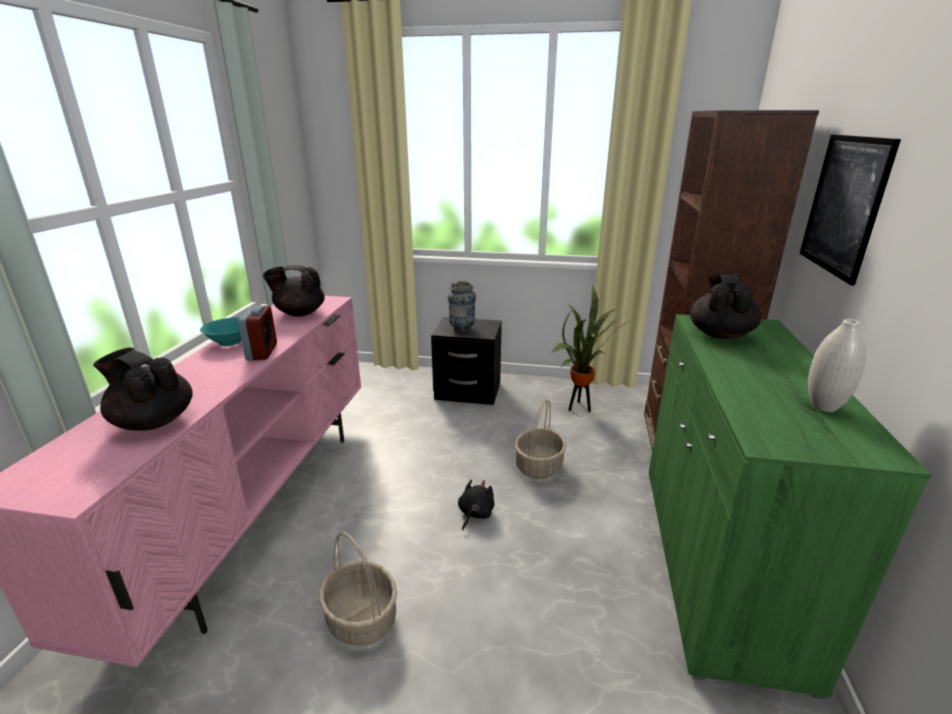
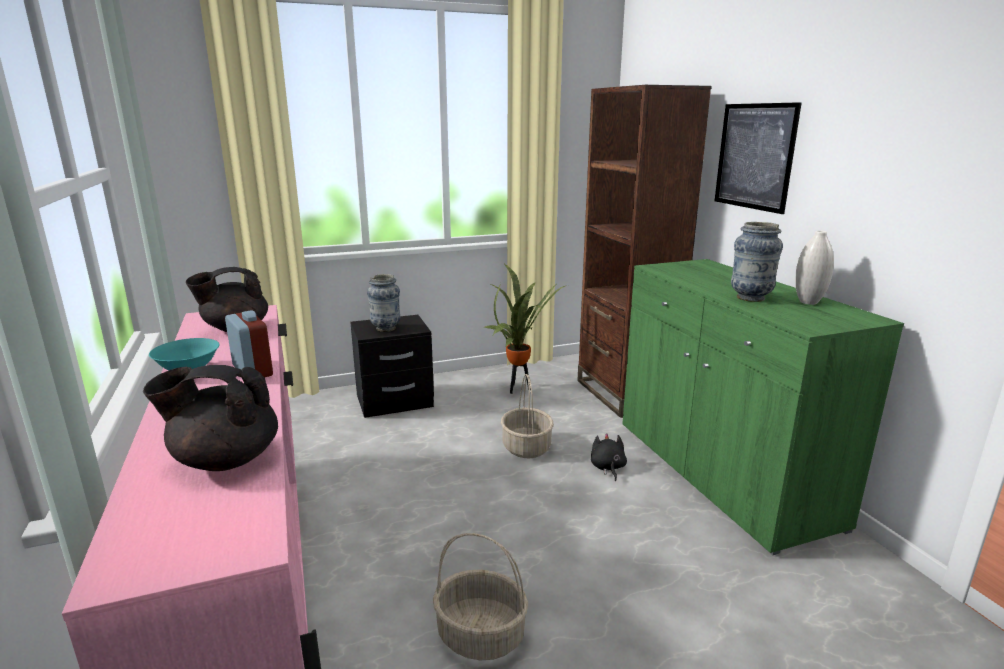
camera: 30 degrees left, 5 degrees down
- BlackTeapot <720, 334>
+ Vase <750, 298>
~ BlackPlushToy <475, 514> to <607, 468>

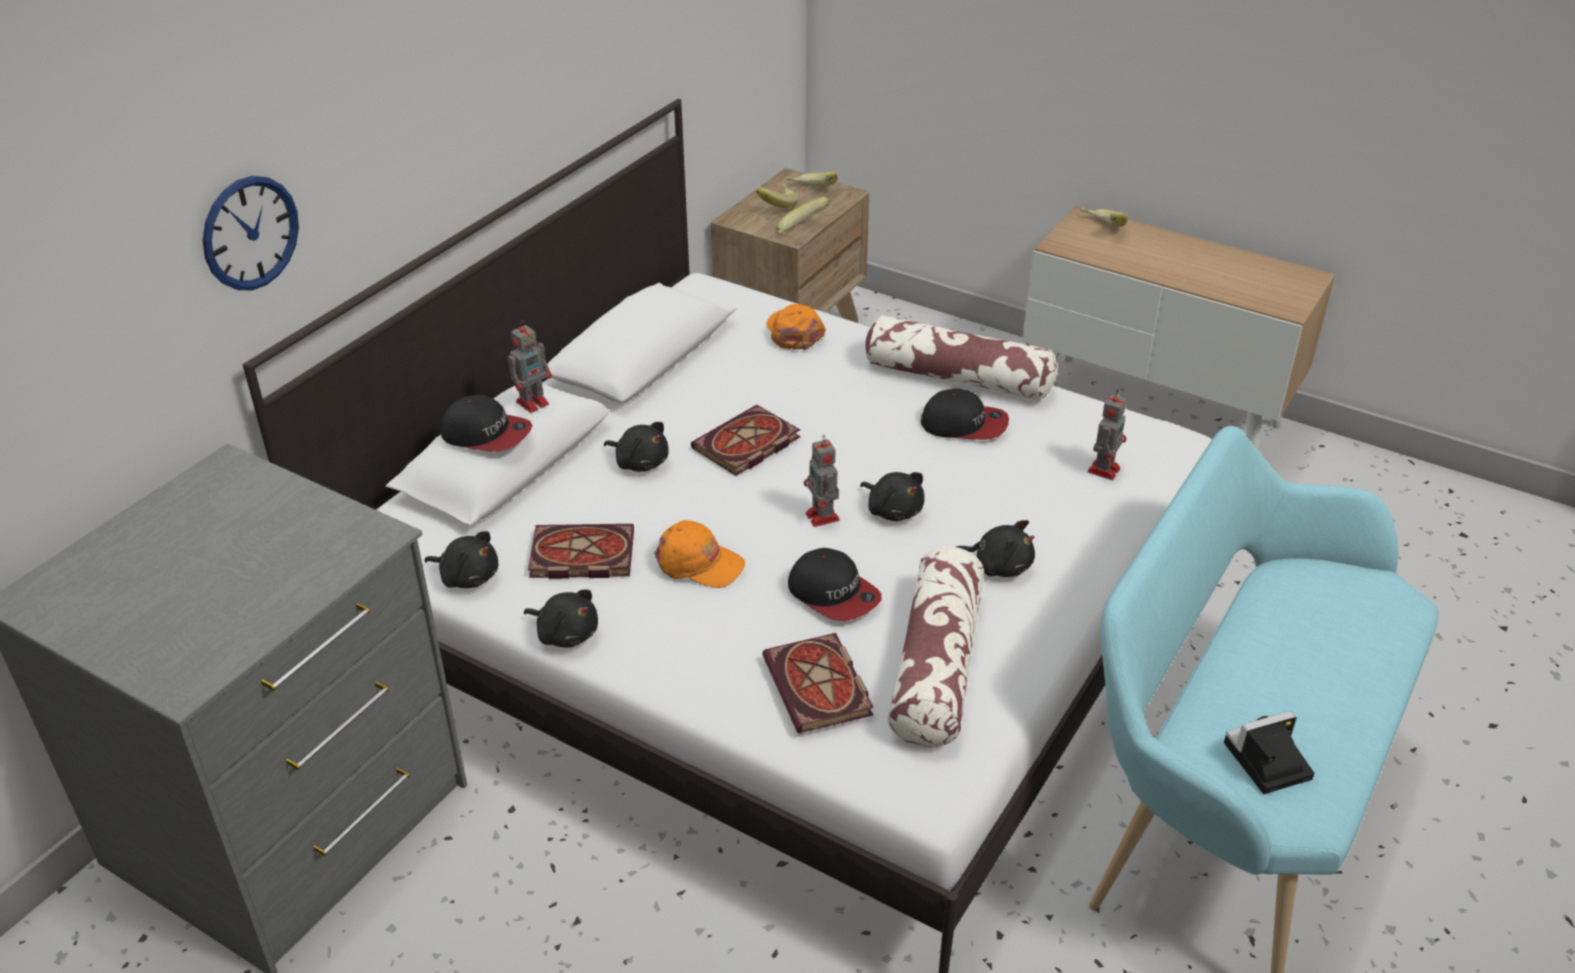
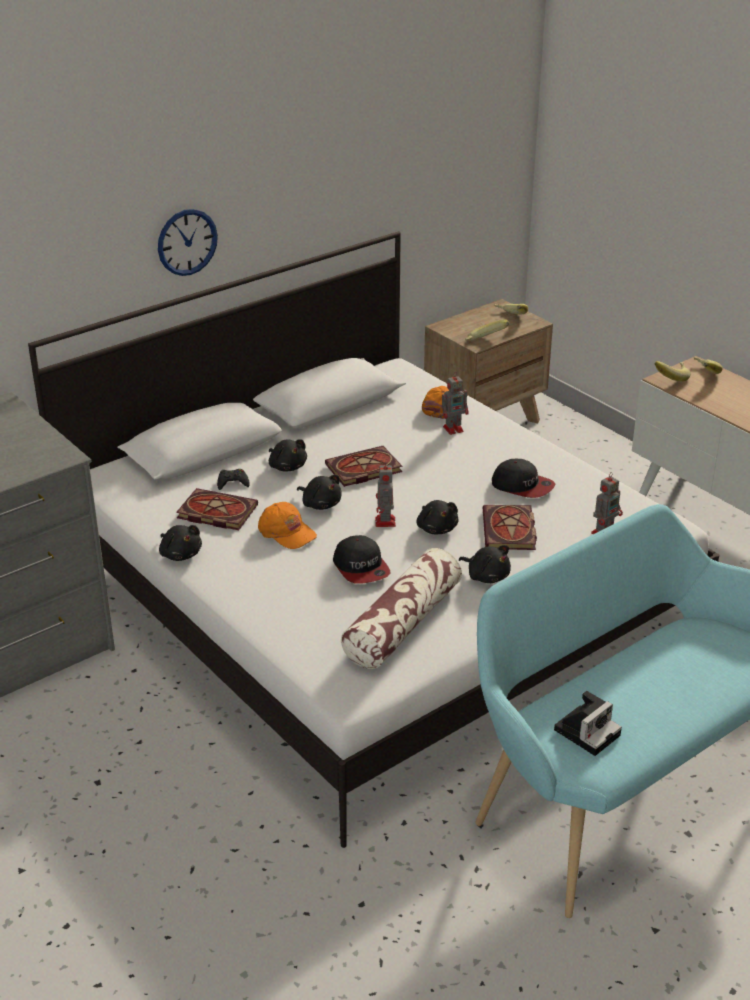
camera: 20 degrees right, 5 degrees down
- Cap <487, 434>
- Pillow <957, 378>
+ BlackGameController <233, 482>
~ WallClock <250, 233> to <187, 242>
~ BlackPlushToy <467, 576> to <320, 504>
~ ToyRobot <533, 402> to <454, 429>
~ Banana <775, 206> to <670, 378>
~ Book <820, 688> to <510, 531>
~ PhotoCamera <1265, 762> = <587, 731> 135 degrees clockwise

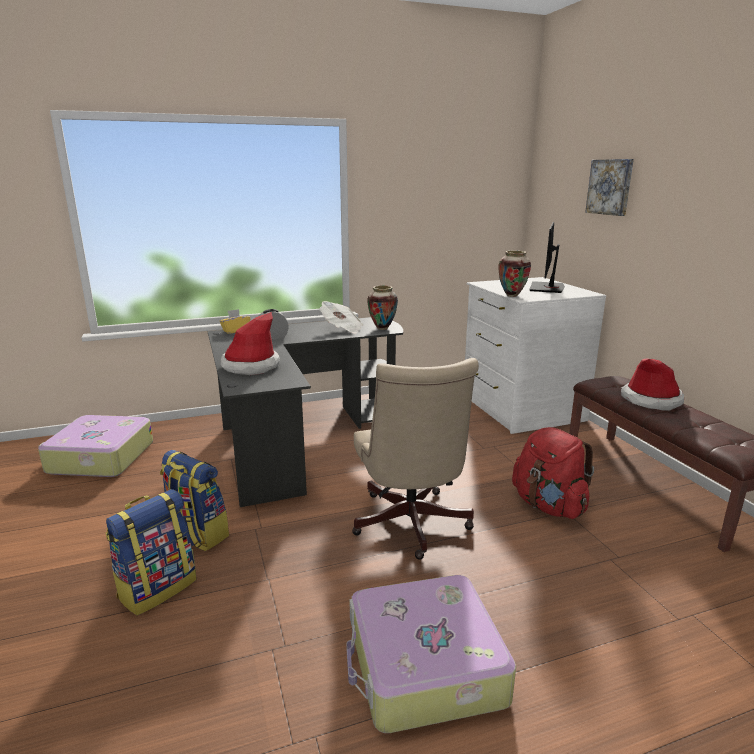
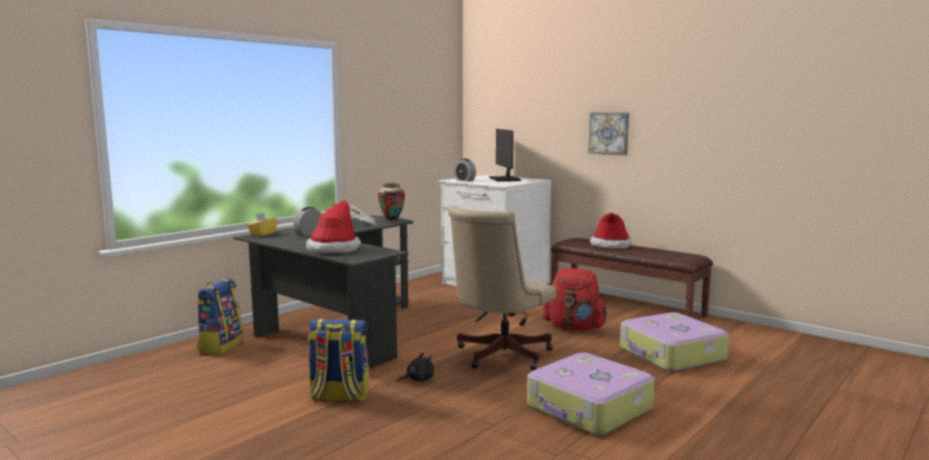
camera: 30 degrees left, 10 degrees down
- Vase <512, 295>
+ BlackPlushToy <418, 380>
+ AlarmClock <464, 180>
~ Suitcase <100, 458> to <671, 354>
~ Backpack <157, 588> to <220, 346>
~ Picture <610, 187> to <609, 133>
~ BeigeOfficeChair <410, 526> = <499, 356> 75 degrees clockwise

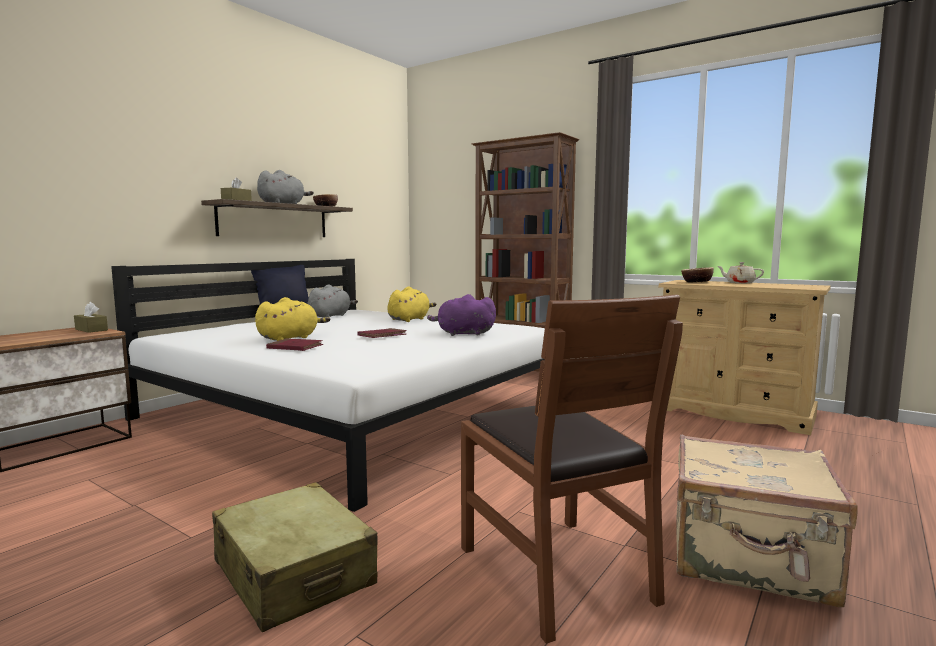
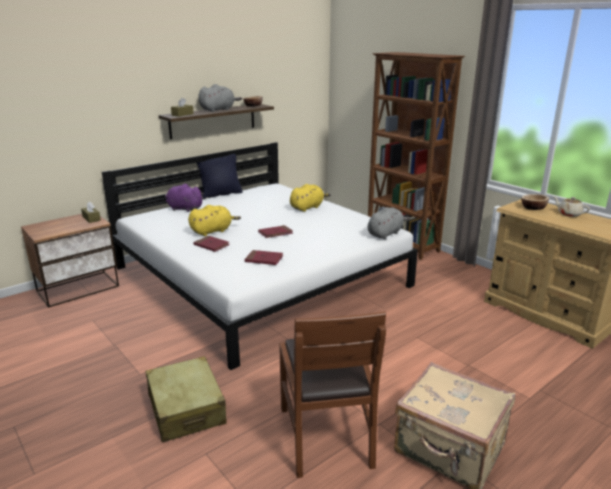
camera: 15 degrees right, 15 degrees up
+ RedBook <264, 259>
~ GreyPlushToy <330, 316> to <385, 234>
~ PurplePlushToy <463, 334> to <183, 209>

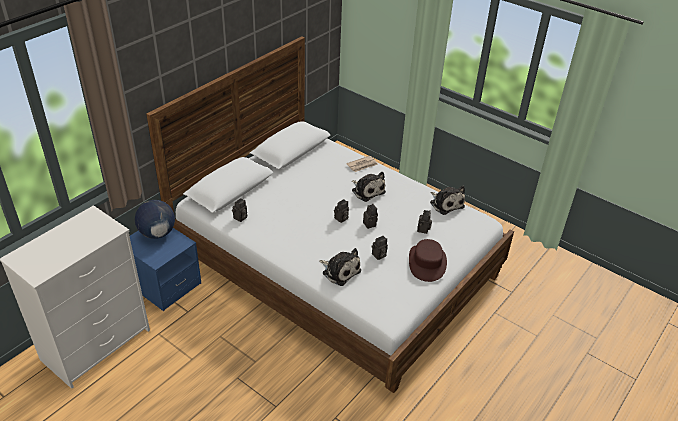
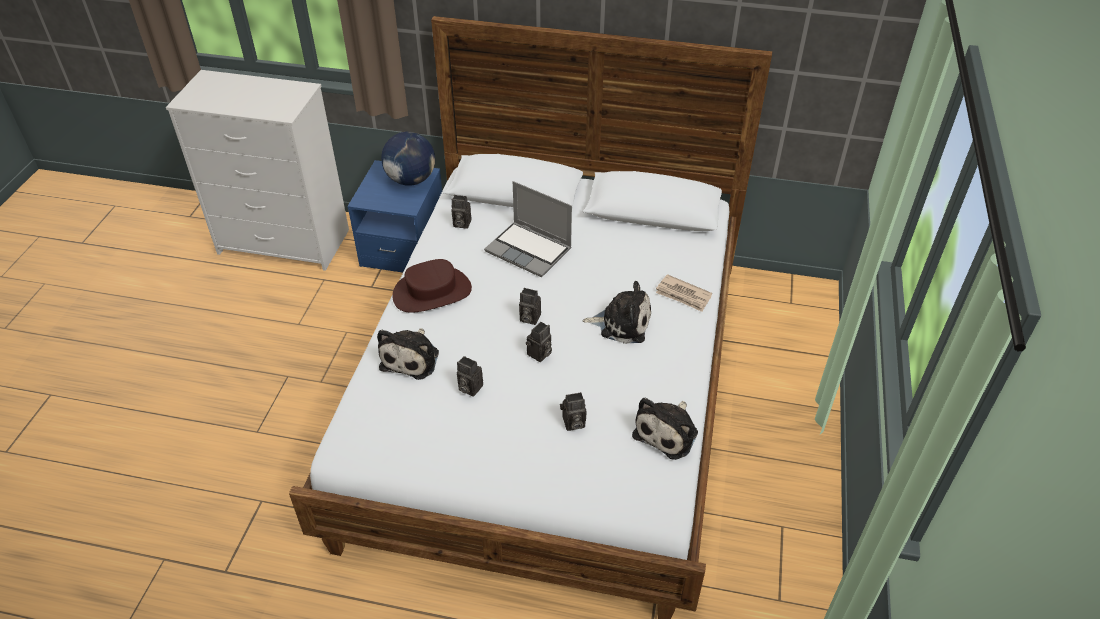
camera: 65 degrees right, 5 degrees up
+ Laptop <530, 250>
~ BrownHat <427, 263> to <432, 292>
~ PlushToy <367, 190> = <622, 323> 105 degrees counterclockwise

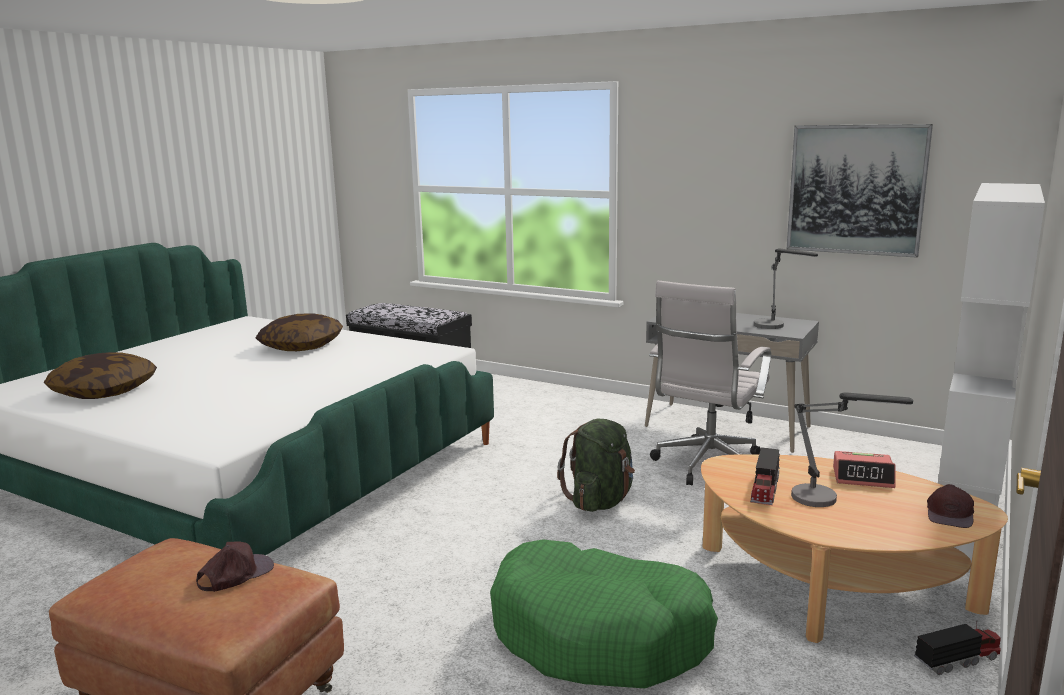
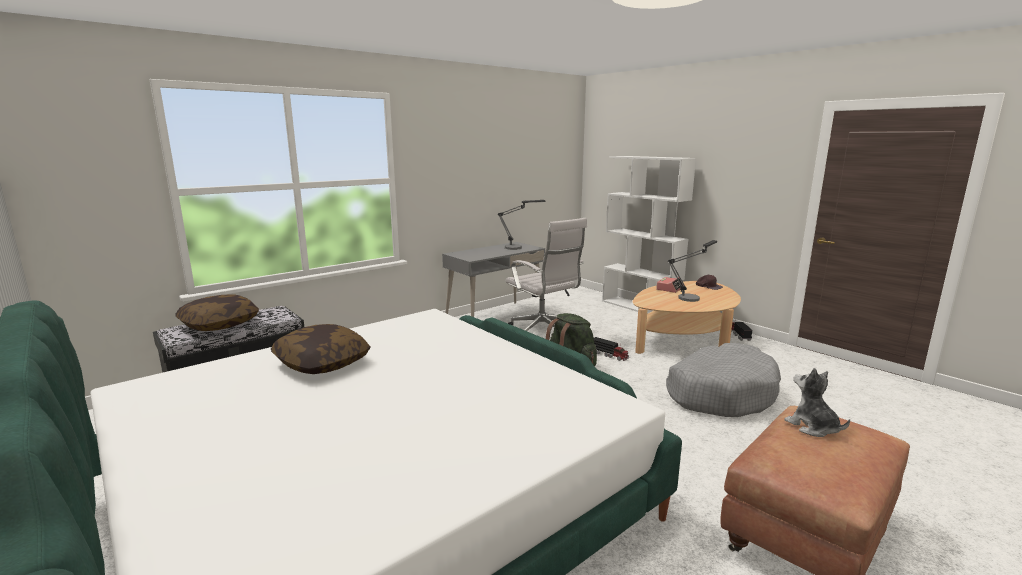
camera: 70 degrees left, 0 degrees up
- Picture <856, 189>
~ Pillow <104, 391> to <220, 324>
~ ToyTruck <765, 489> to <609, 355>
~ BrownCap <235, 574> to PlushToy <812, 427>
~ GreenDogBed <600, 635> to GreyDogBed <720, 393>

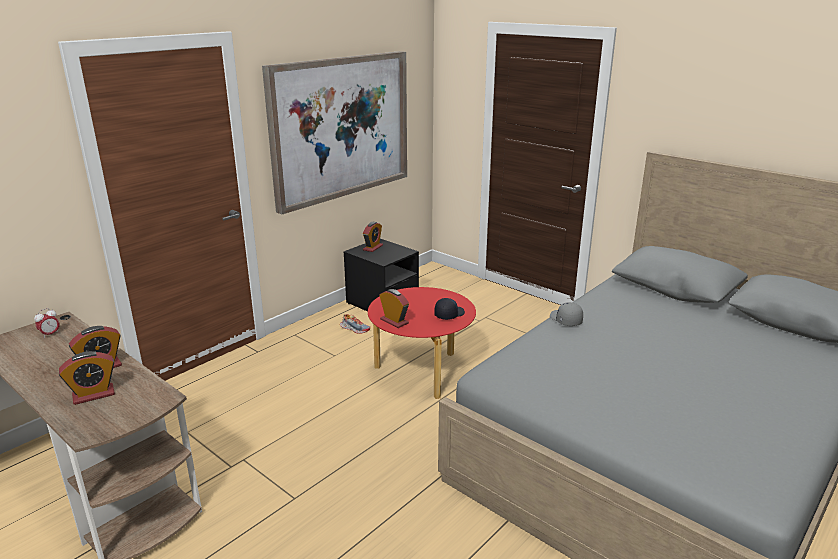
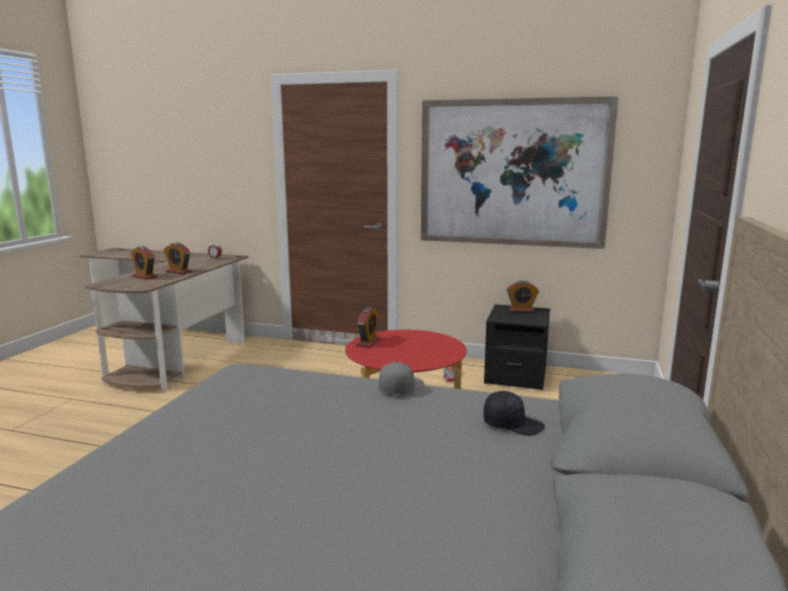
camera: 65 degrees right, 10 degrees down
~ BlackCap <449, 314> to <512, 424>

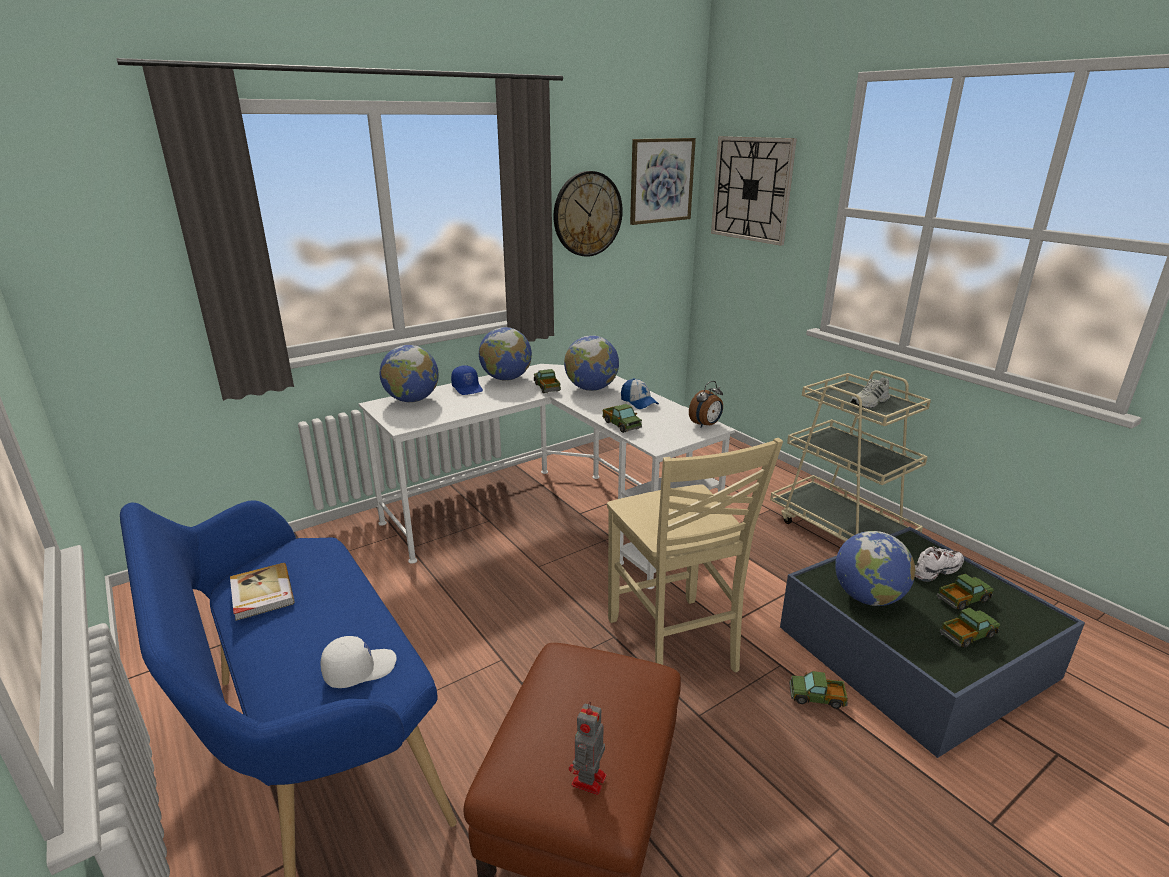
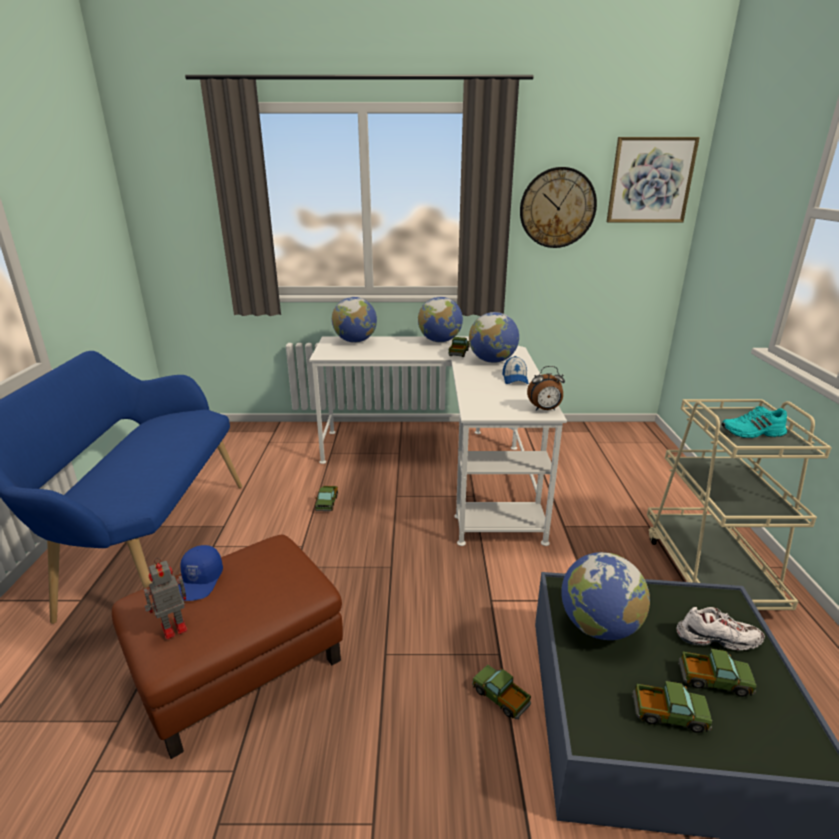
camera: 35 degrees right, 0 degrees up
- Book <261, 594>
- WhiteCap <359, 669>
- BeigeChair <673, 645>
- WallClock <751, 189>
~ BlueCap <468, 388> to <200, 581>
~ ToyTruck <621, 425> to <327, 503>
~ WhiteShoe <870, 402> to TurquoiseShoe <753, 433>

